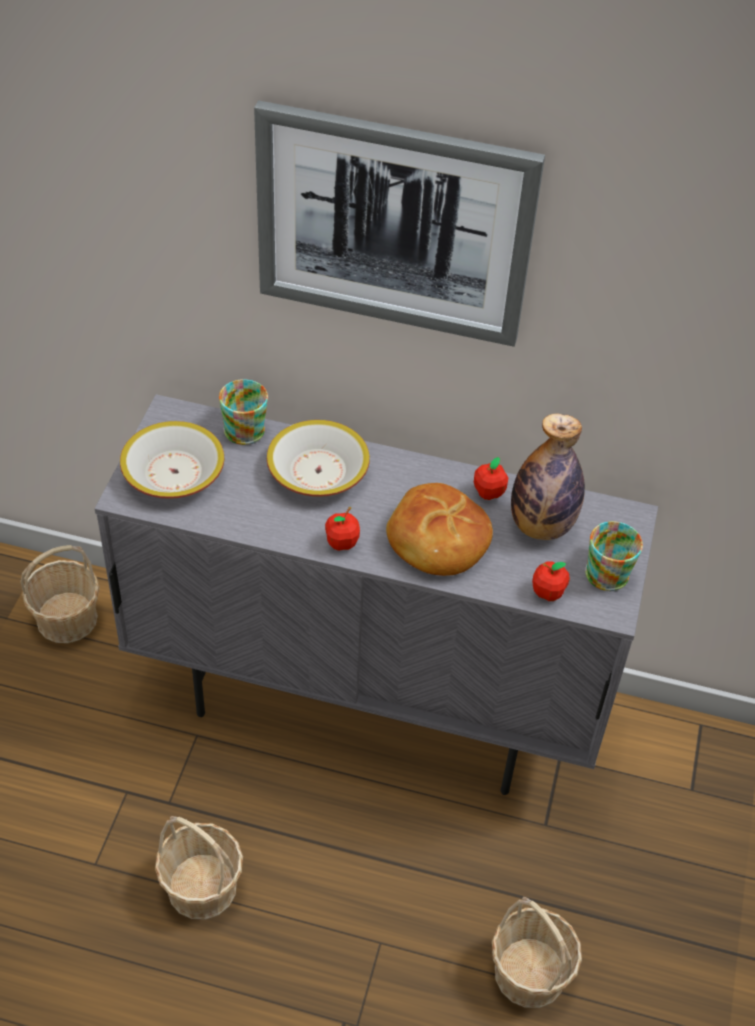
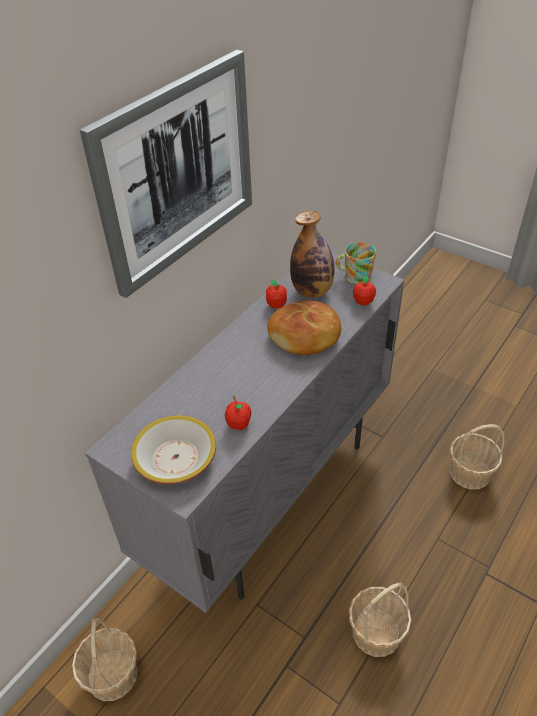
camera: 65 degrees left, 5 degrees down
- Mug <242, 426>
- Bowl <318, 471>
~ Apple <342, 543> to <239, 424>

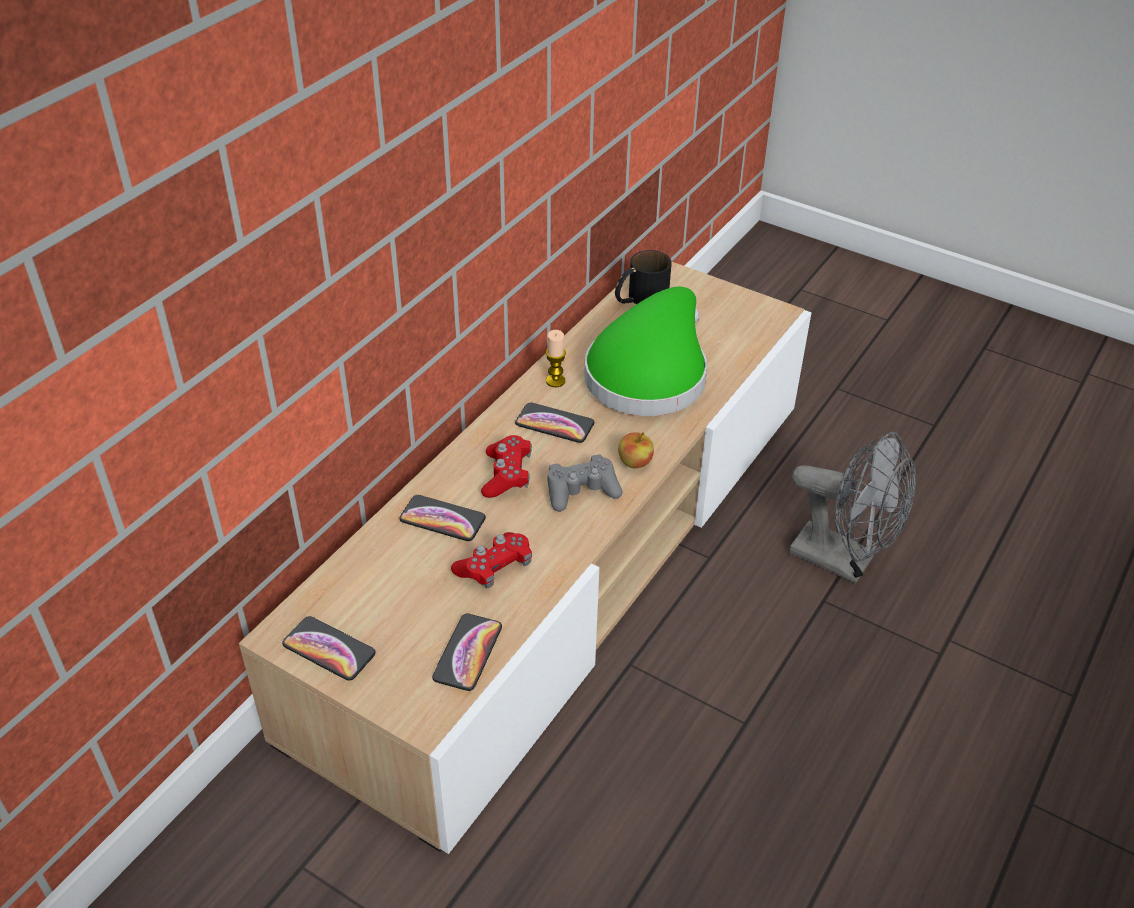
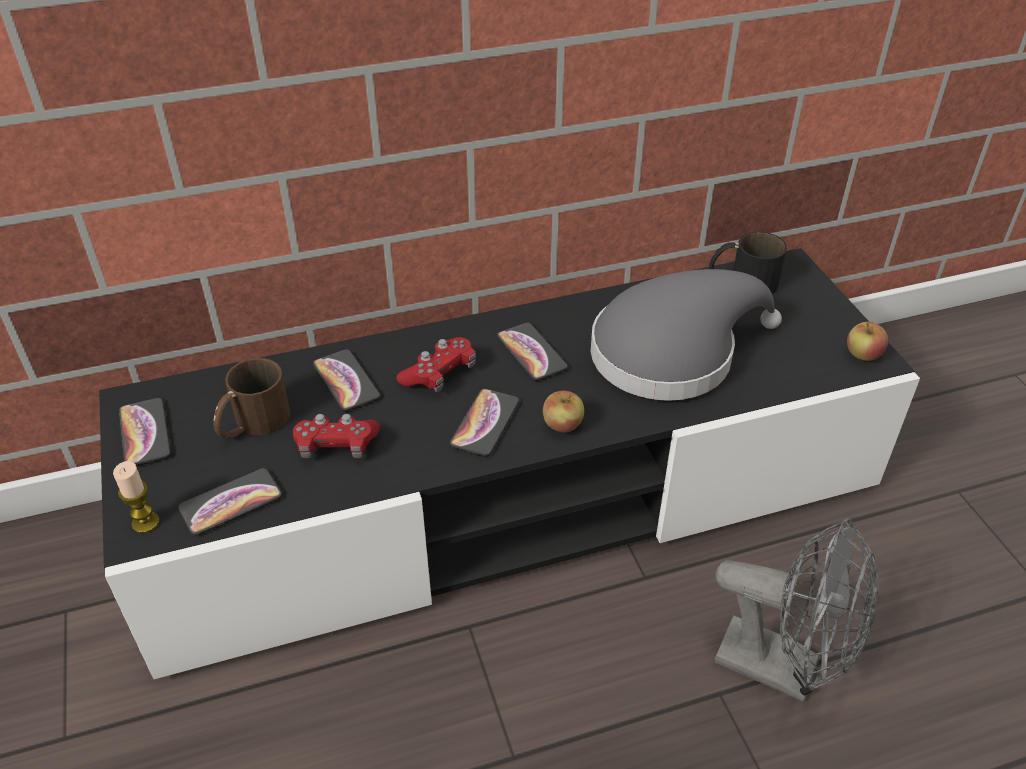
camera: 40 degrees right, 0 degrees up
+ BrownMug <252, 423>
+ Apple <862, 355>
~ Candle <555, 381> to <145, 523>
~ GreyGameController <581, 491> to Phone <485, 423>
~ BeigeTvStand <565, 558> to BlackTvStand <513, 497>
~ GreenHat <649, 373> to GreyHat <672, 352>
~ GreyFan <843, 561> = <783, 667> 45 degrees counterclockwise

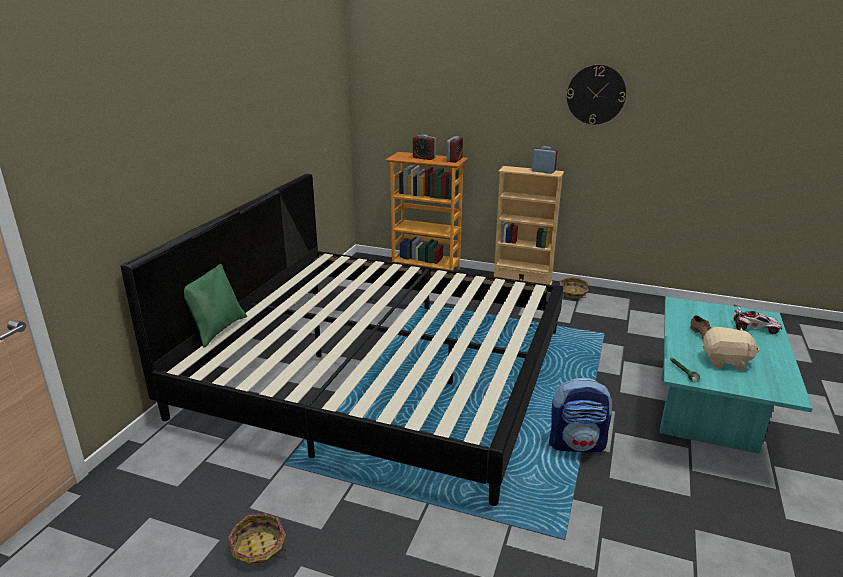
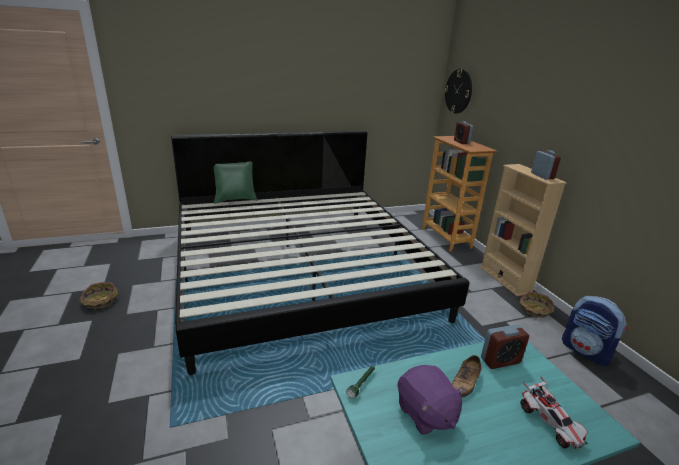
camera: 50 degrees right, 0 degrees up
~ AlarmClock <454, 160> to <500, 360>
~ Backpack <577, 444> to <586, 352>
~ WallClock <596, 94> to <458, 91>
~ BeigePlushToy <725, 361> to PurplePlushToy <425, 413>

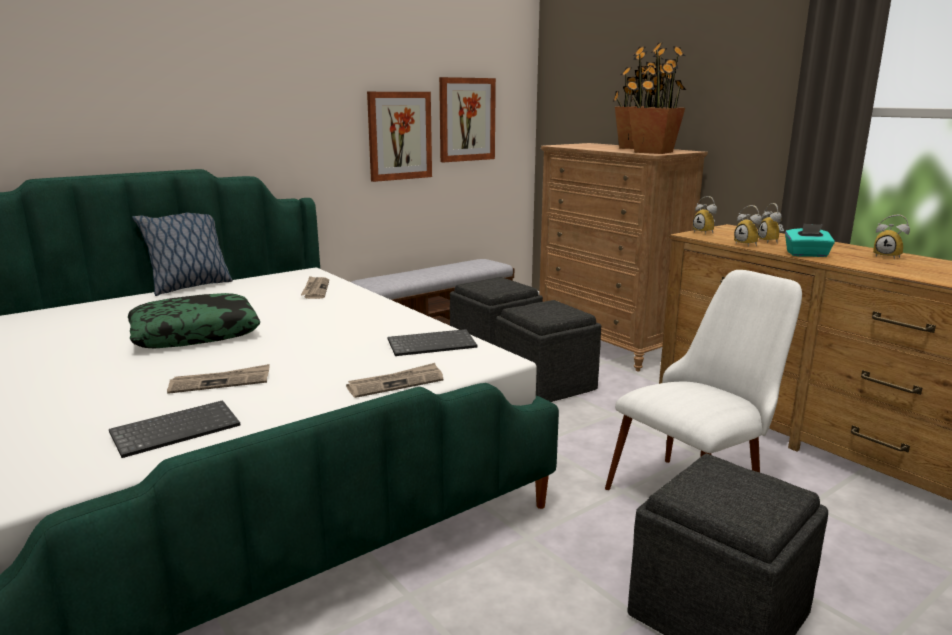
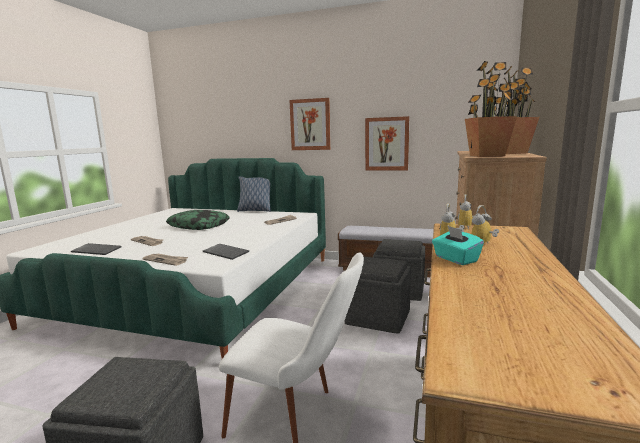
camera: 55 degrees right, 5 degrees down
- AlarmClock <888, 256>
~ Picture <466, 119> to <310, 124>

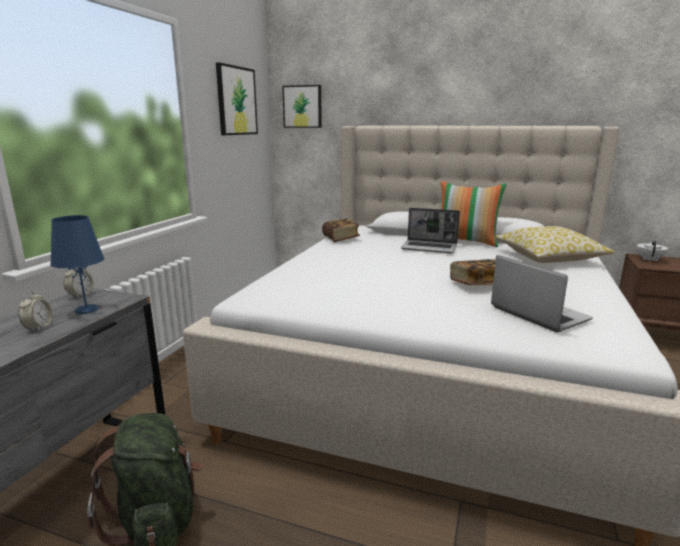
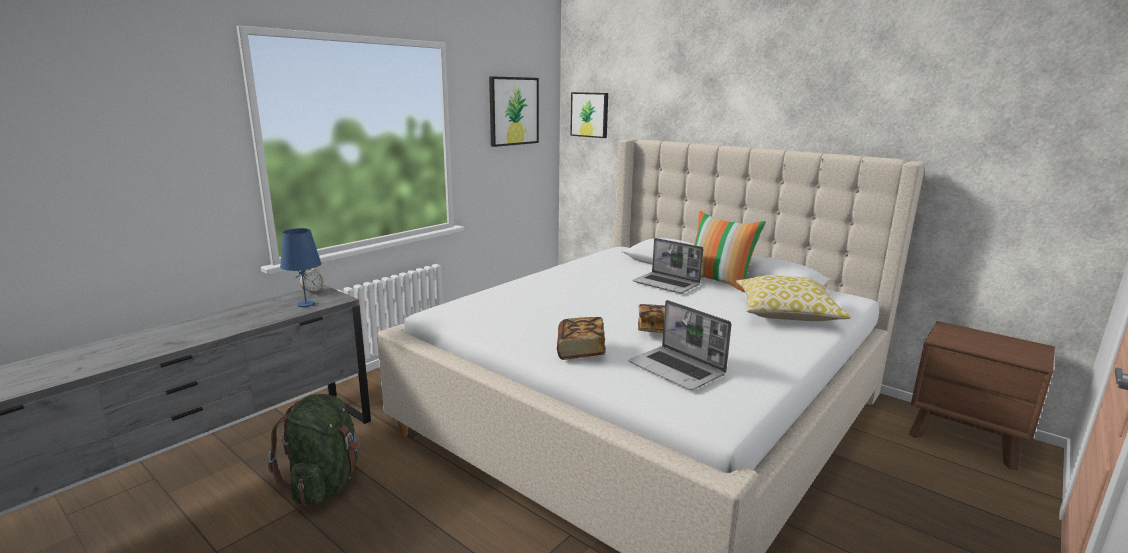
camera: 20 degrees right, 0 degrees up
- AlarmClock <39, 327>
- WhiteTeapot <649, 259>
~ Book <340, 238> to <580, 350>
~ Laptop <537, 313> = <677, 370> 150 degrees clockwise

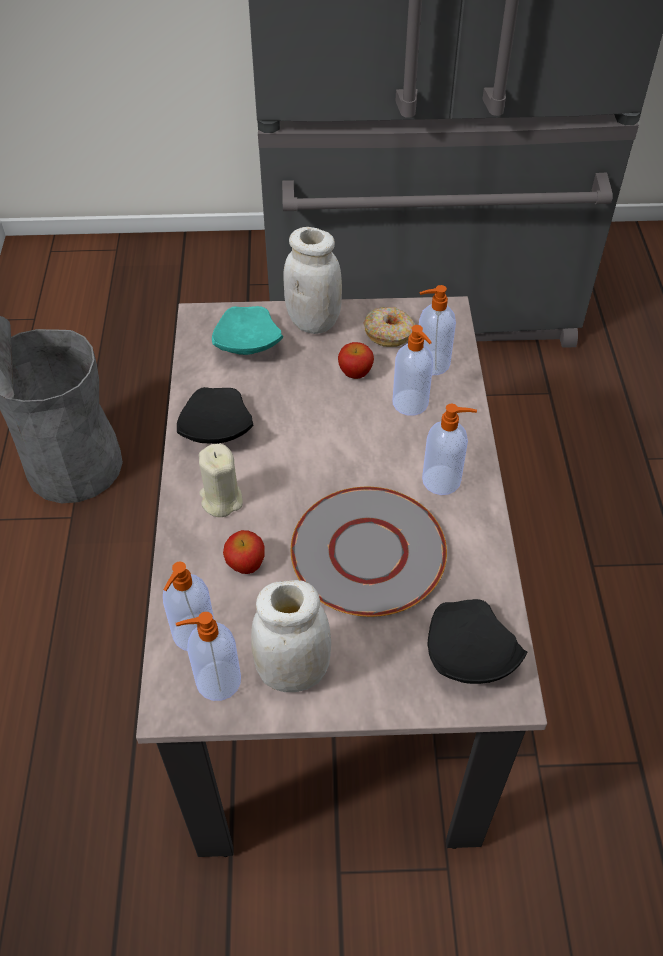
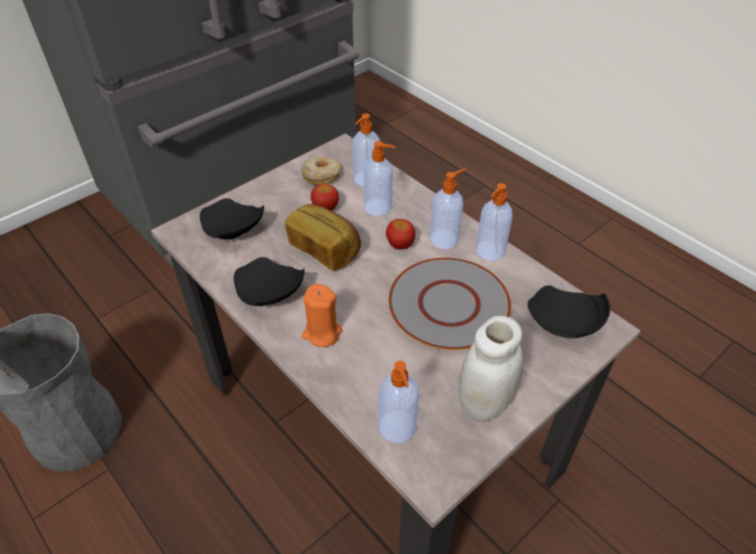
camera: 40 degrees left, 5 degrees down
- WhiteJar <313, 322>
+ Bread <325, 249>
~ SoapDispenser <216, 681> to <489, 251>
~ Apple <245, 563> to <400, 244>
~ BeigeCandle <221, 499> to OrangeCandle <322, 333>
~ TurquoisePlate <246, 344> to BlackPlate <232, 230>

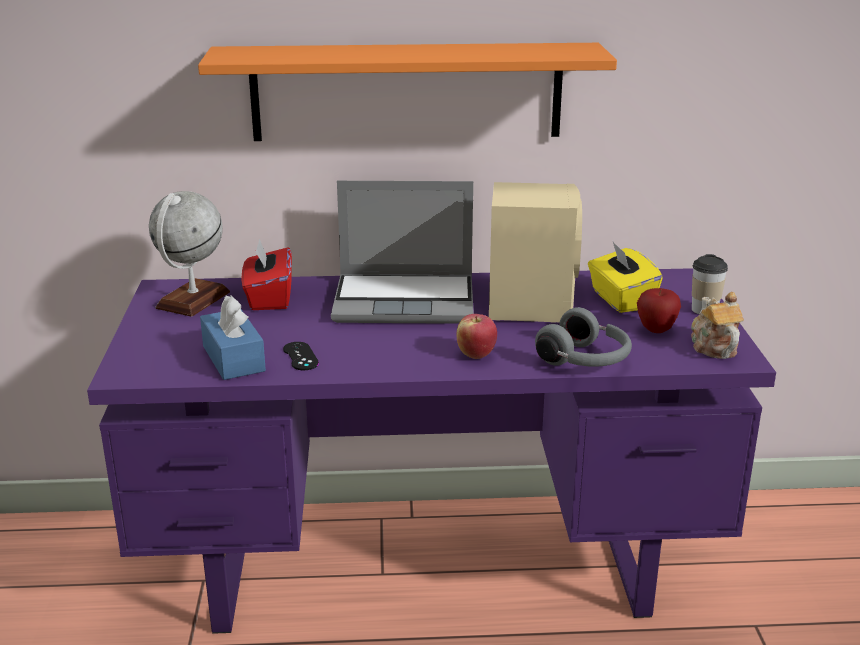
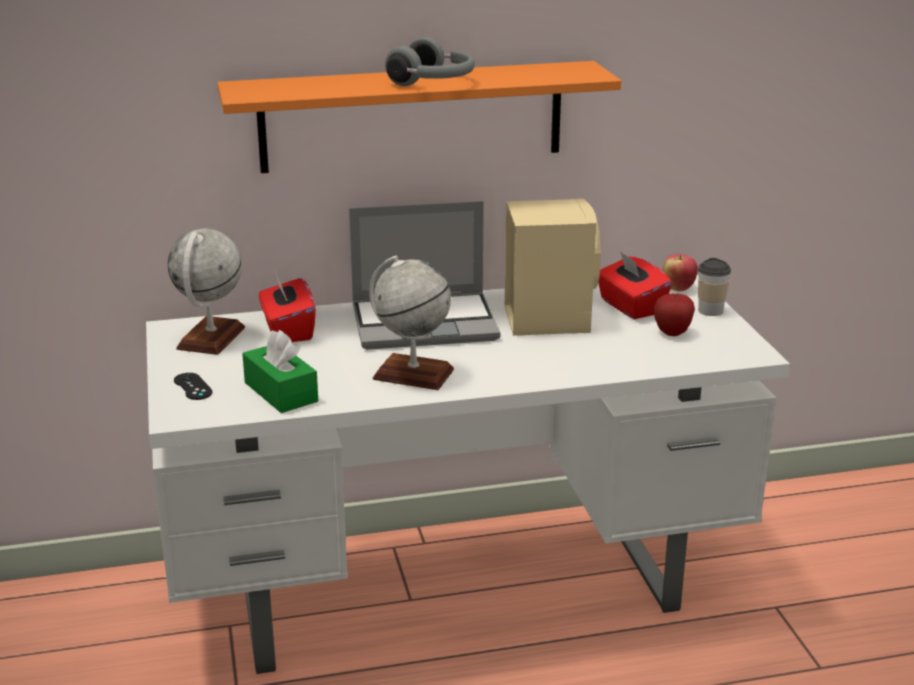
camera: 10 degrees left, 0 degrees up
- Teapot <713, 347>
+ Globe <413, 374>
~ BlackGameController <300, 356> to <193, 387>
~ Apple <476, 354> to <678, 288>
~ GreyHeadphones <585, 360> to <433, 82>
~ PurpleDesk <431, 569> to WhiteDesk <458, 590>
~ BlueTissueBox <233, 358> to GreenTissueBox <281, 392>
~ YellowTissueBox <621, 300> to RedTissueBox <630, 307>

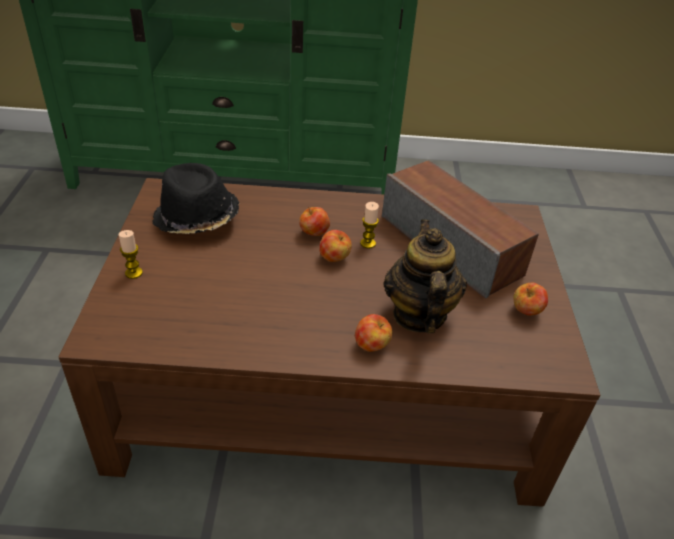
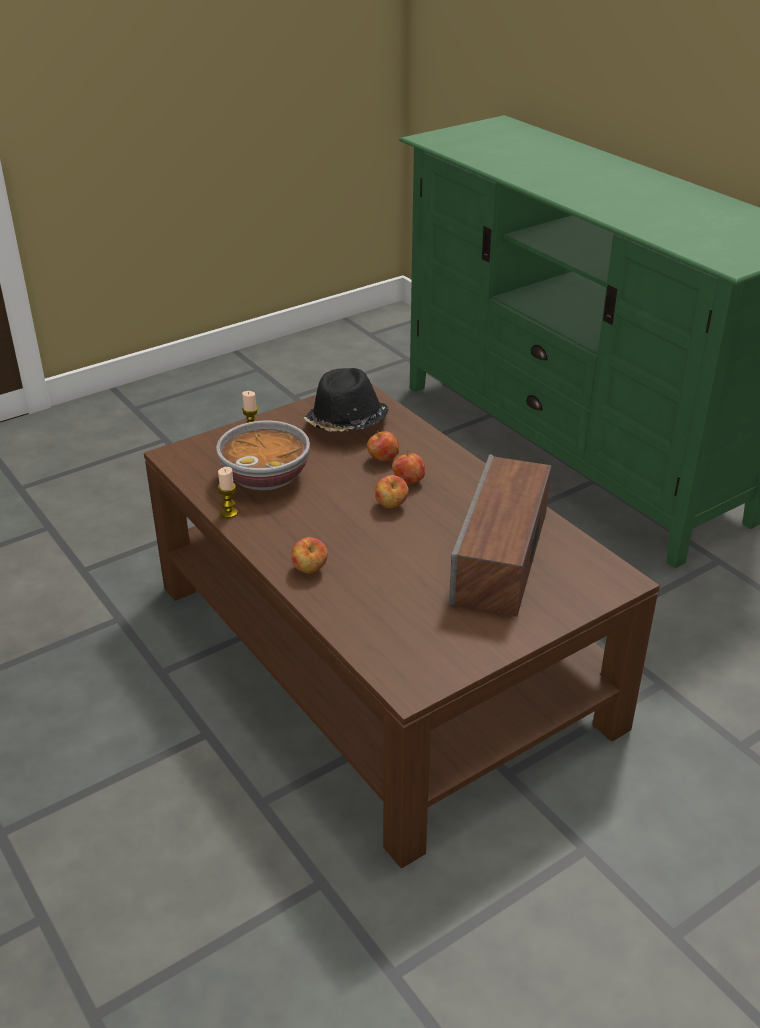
camera: 55 degrees right, 5 degrees down
- Teapot <418, 315>
+ Bowl <266, 477>
~ Candle <368, 243> to <229, 513>
~ Apple <526, 311> to <383, 459>

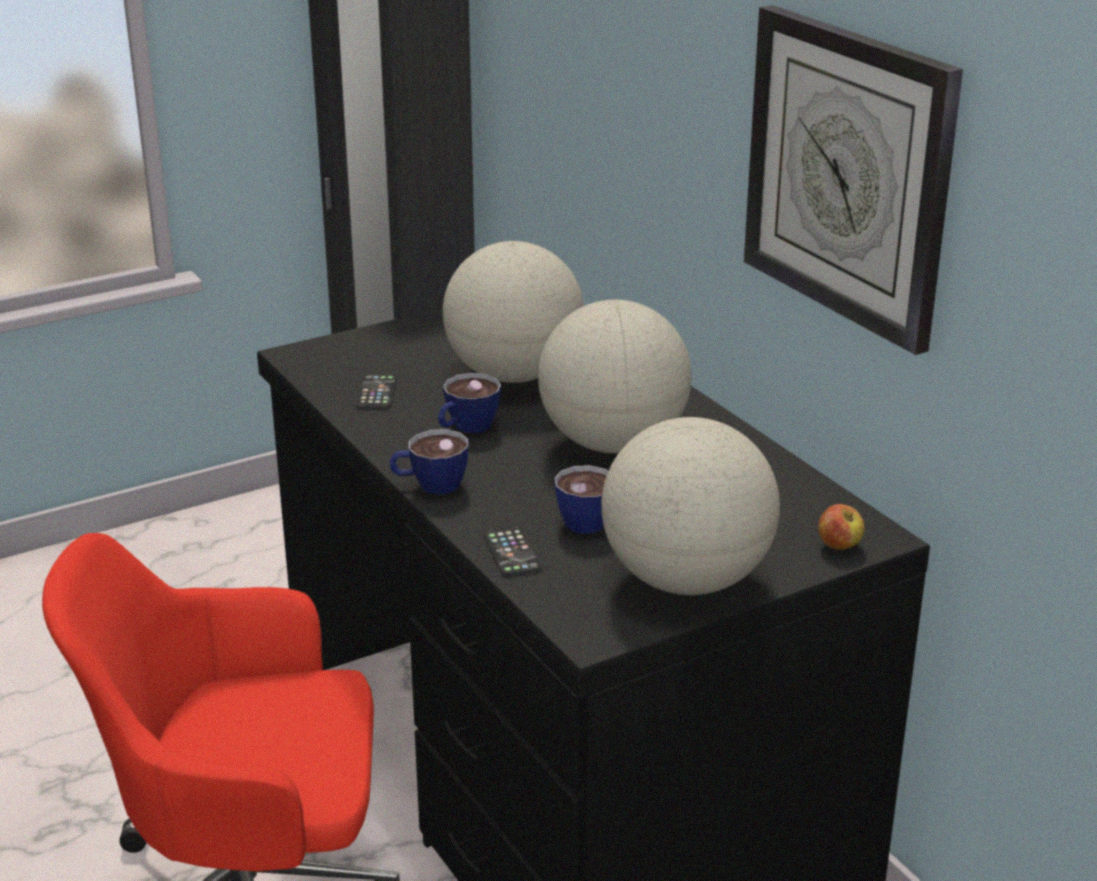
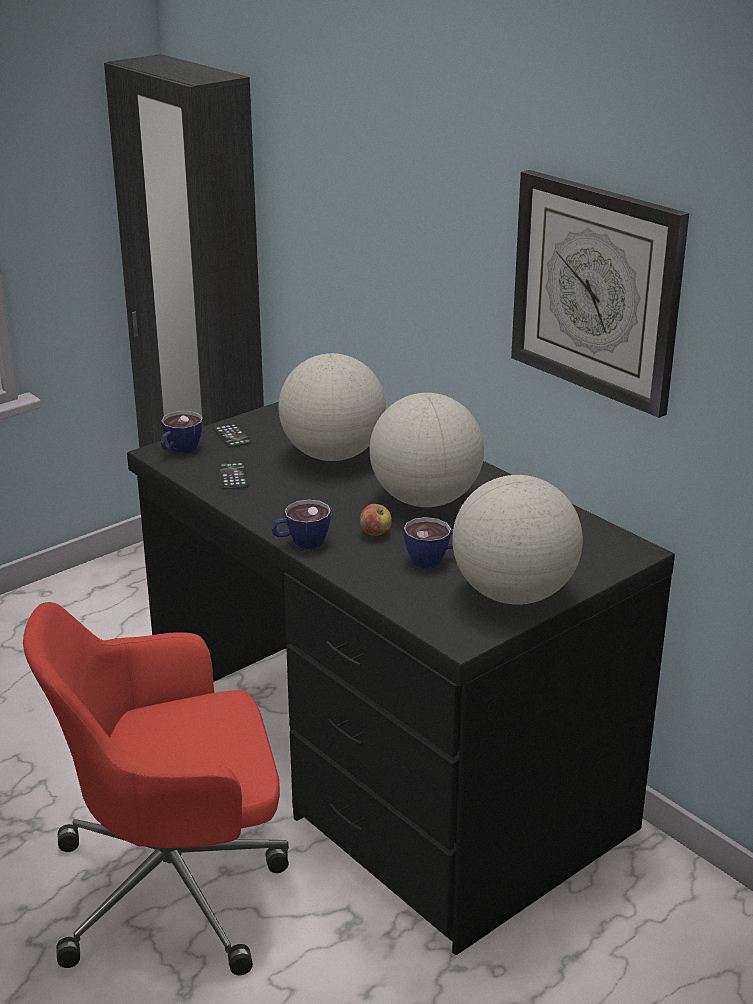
camera: 10 degrees left, 0 degrees up
~ Cup <466, 428> to <179, 450>
~ Phone <512, 551> to <232, 435>
~ Apple <839, 546> to <375, 533>

